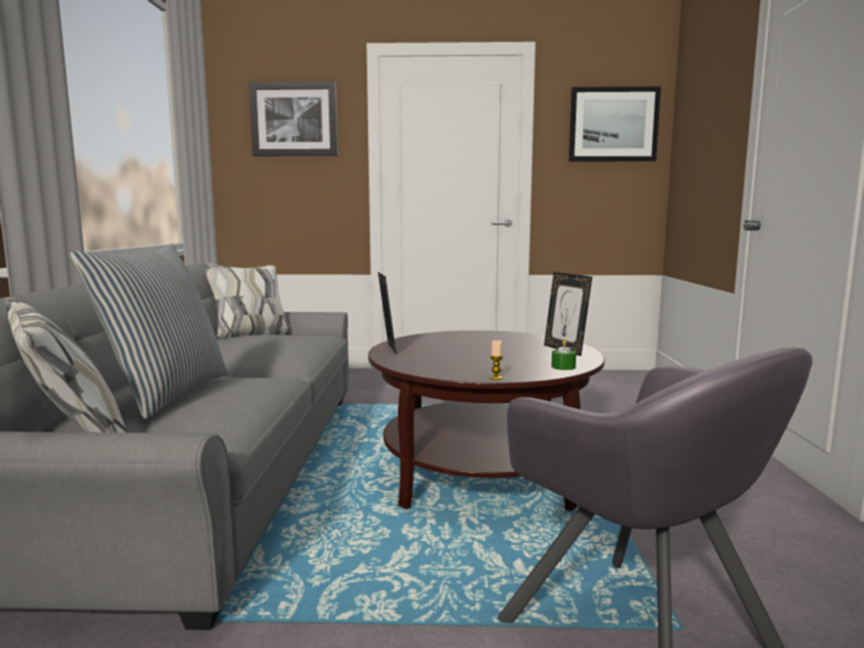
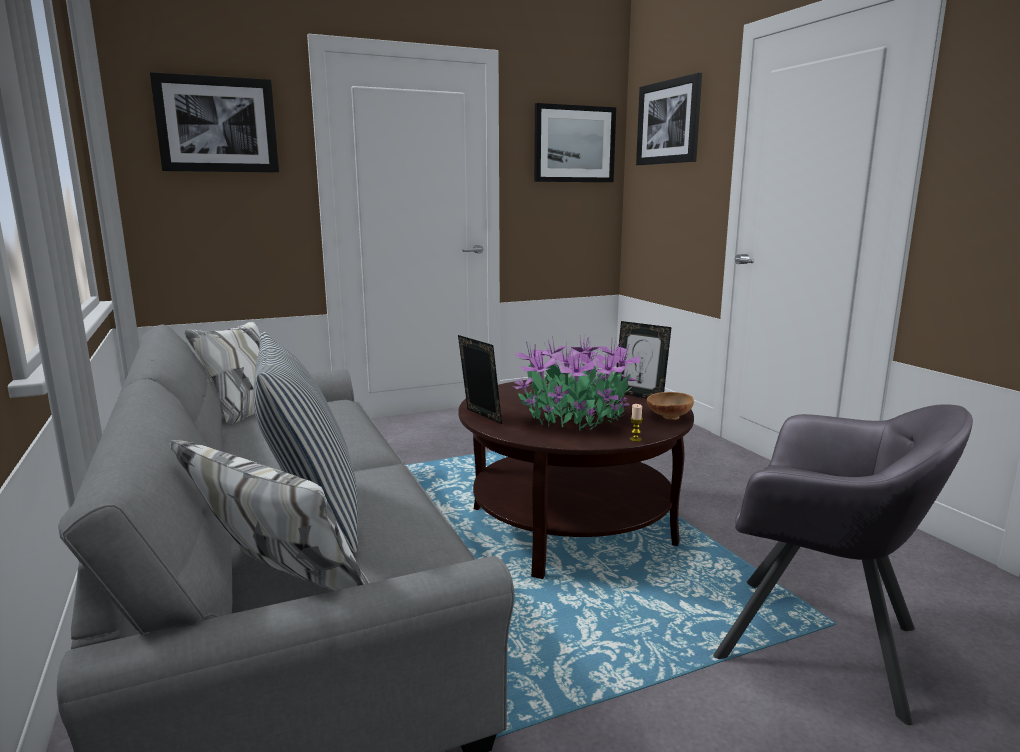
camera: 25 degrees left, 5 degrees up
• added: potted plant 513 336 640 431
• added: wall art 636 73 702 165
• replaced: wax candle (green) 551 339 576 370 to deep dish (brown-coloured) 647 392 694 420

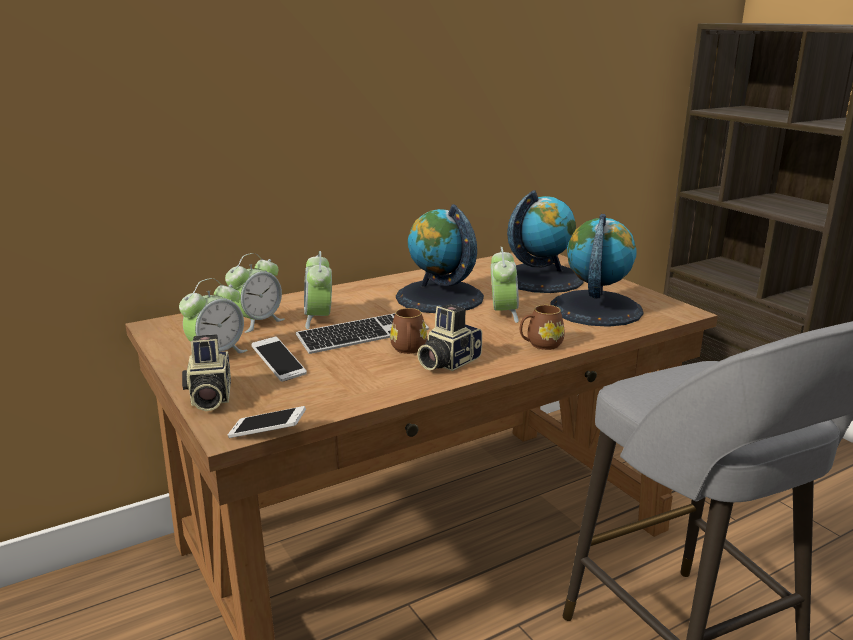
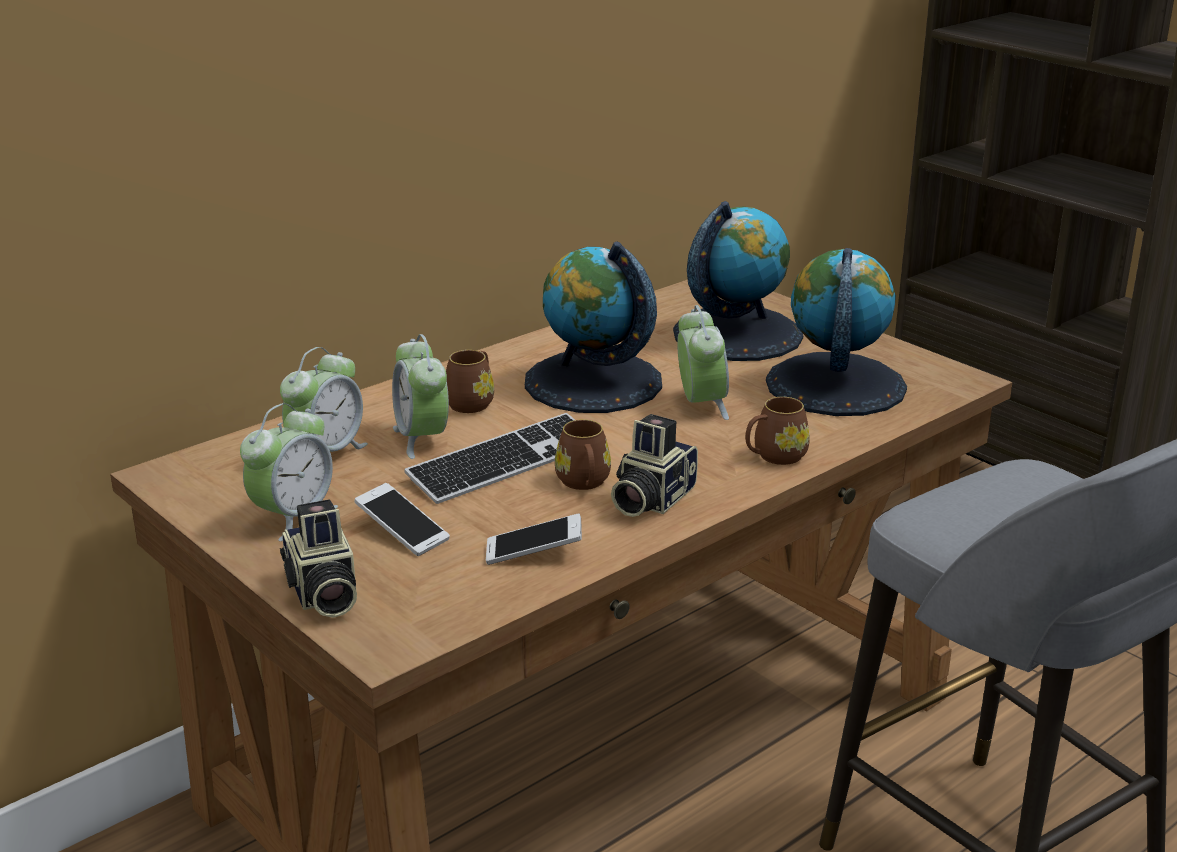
camera: 10 degrees left, 5 degrees up
• added: mug (brown-coloured) 446 350 494 413
• moved: telephone 228 406 306 438 to 486 514 582 565

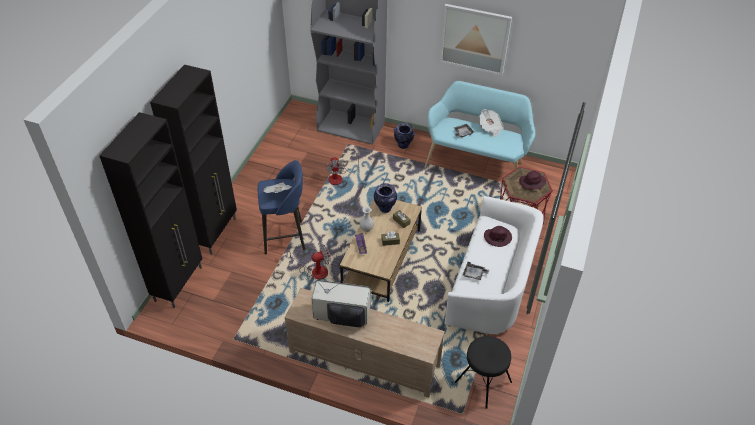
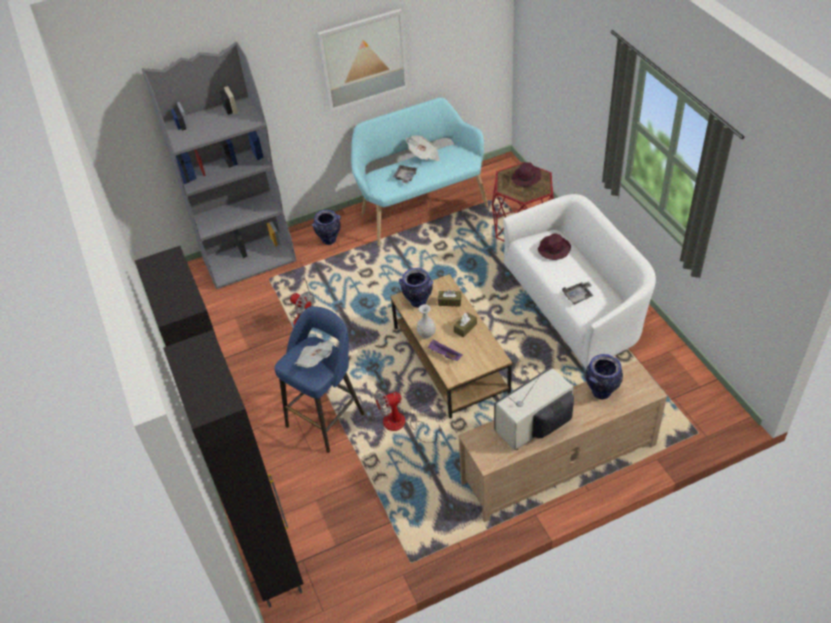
camera: 40 degrees left, 0 degrees up
• turned: cooling fan 286 245 331 279 = 375 389 442 443 135 degrees counterclockwise
• added: decorative vase 585 354 623 399
• removed: stool (black) 455 336 512 409

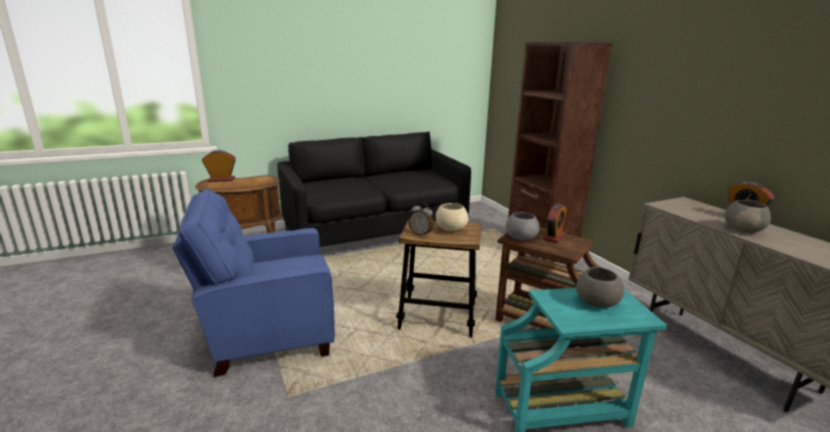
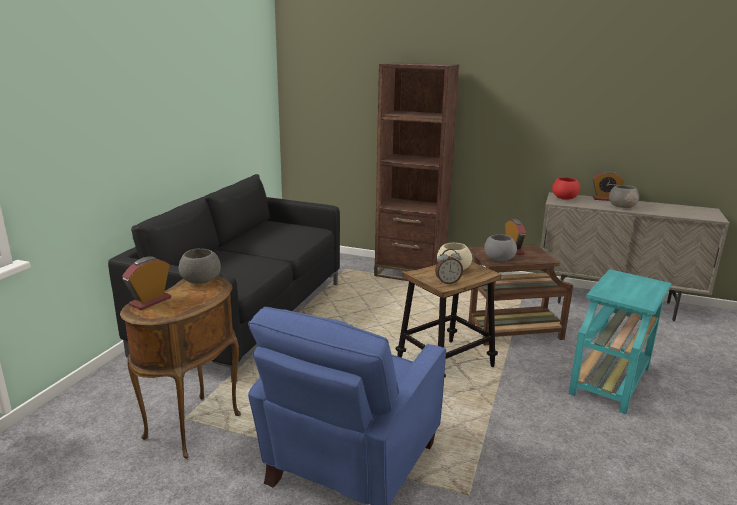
camera: 45 degrees left, 0 degrees up
• moved: deep dish (greyish) 576 267 624 308 to 179 249 221 284
• added: deep dish (red) 552 177 580 200

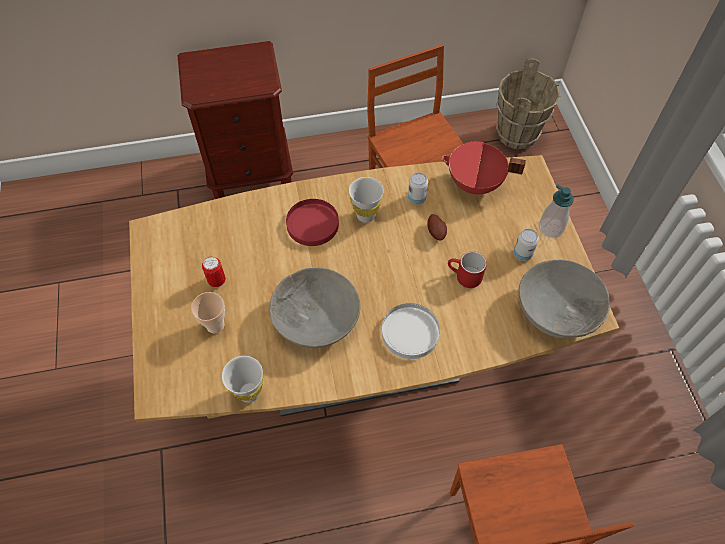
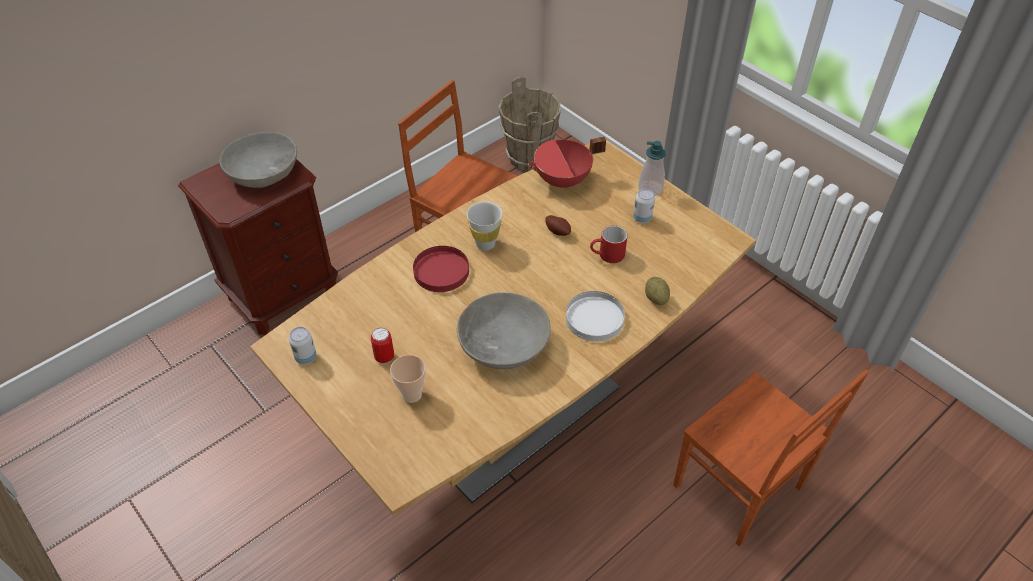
camera: 30 degrees left, 10 degrees down
• moved: deep dish (greyish) 518 260 610 338 to 220 132 297 188
• moved: sealed can 408 172 428 205 to 289 327 316 364
• added: potato 645 277 670 305
• removed: small cup (white) 222 356 263 403

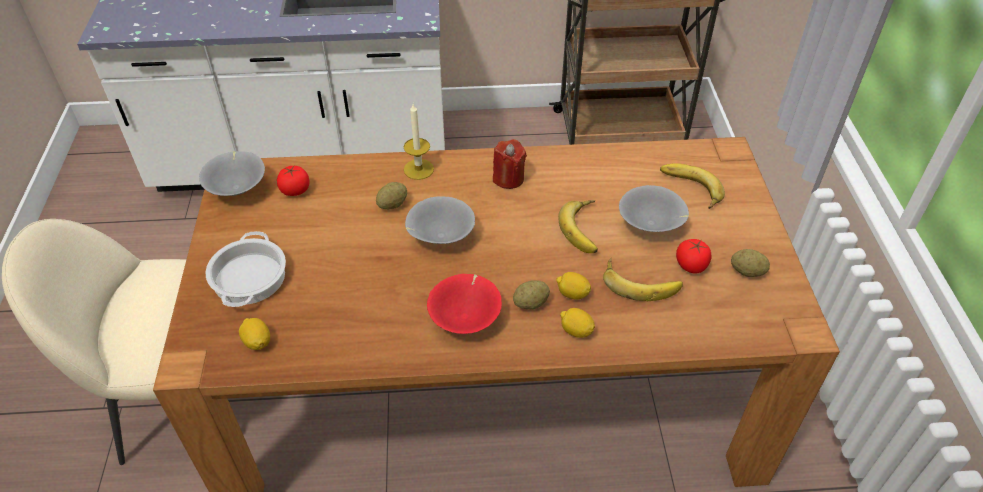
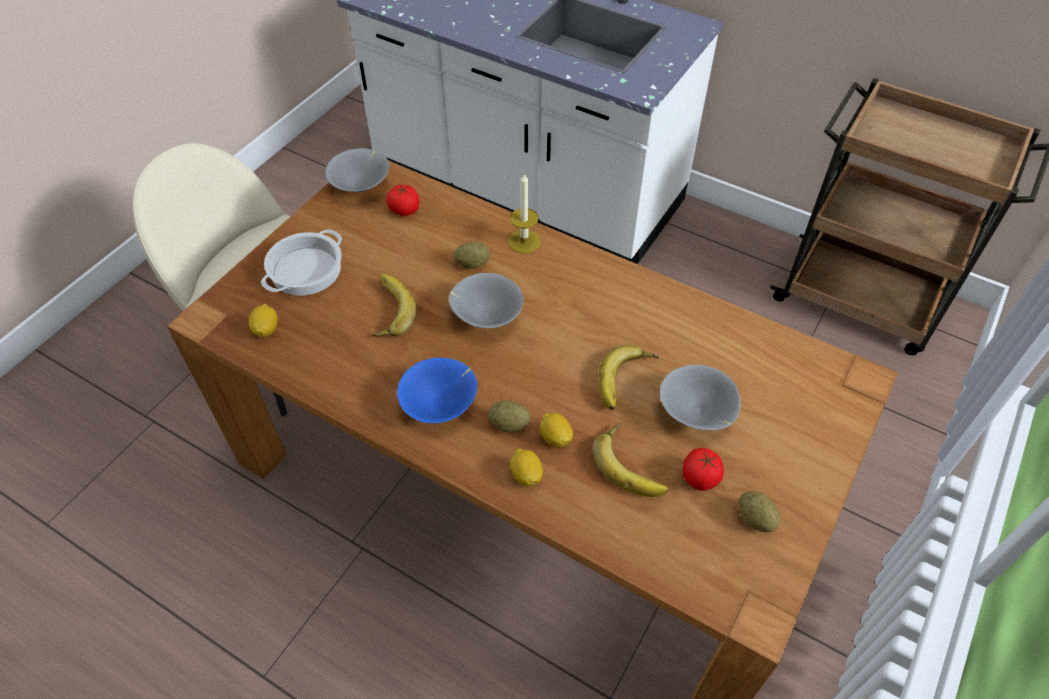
camera: 35 degrees right, 5 degrees up
• moved: whole banana 660 163 725 209 to 373 274 416 337
• recoloured: deep dish (red) 427 274 502 334 to deep dish (blue-coloured) 397 358 477 423
• removed: wax candle (red) 493 139 527 189

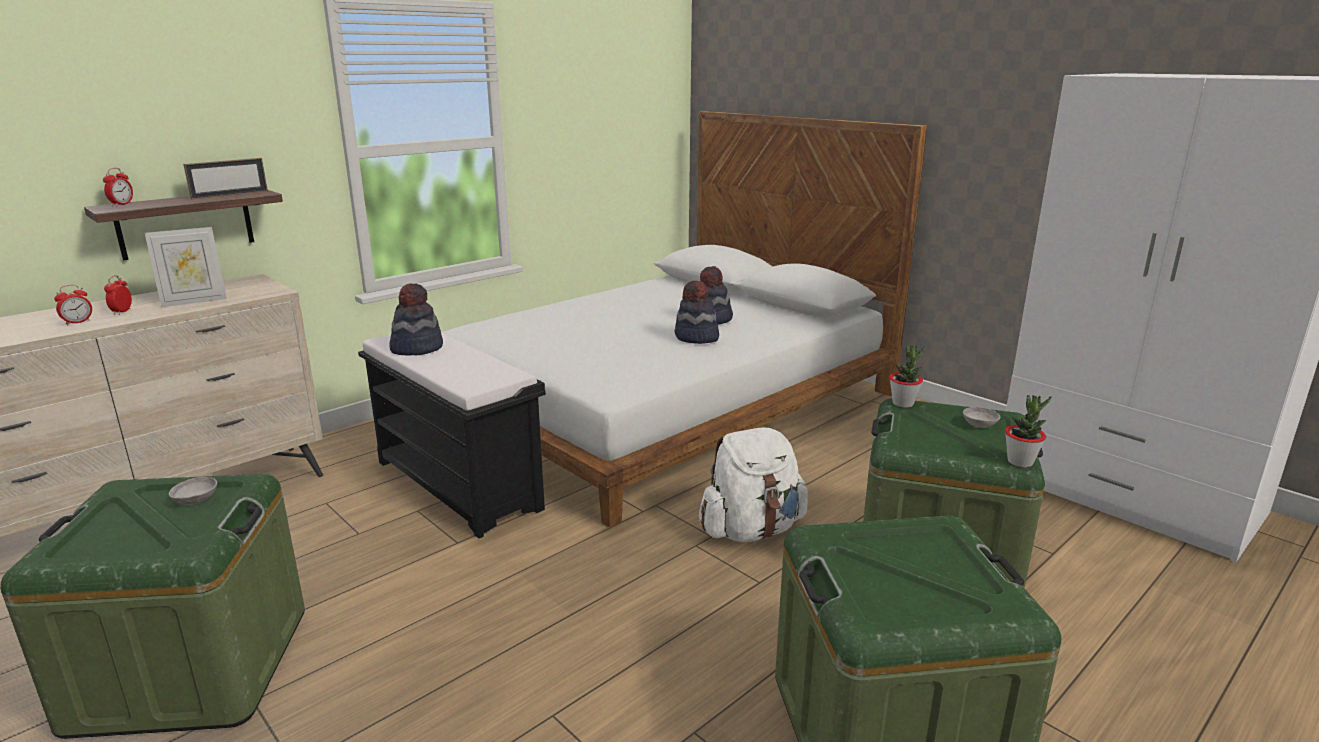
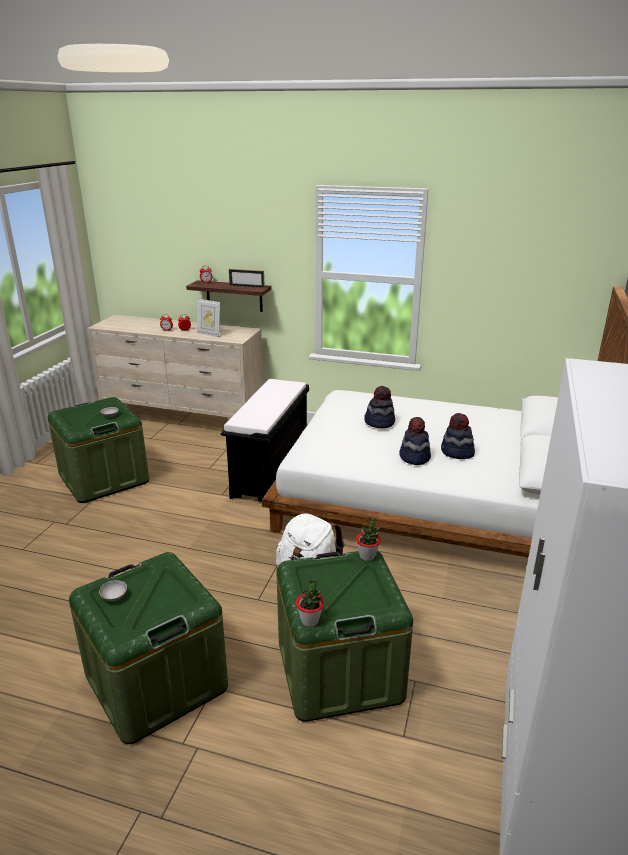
camera: 60 degrees right, 5 degrees up
• moved: deep dish (greyish) 963 407 1000 428 to 99 580 127 601
• moved: wearable hat 389 283 443 355 to 364 386 395 428

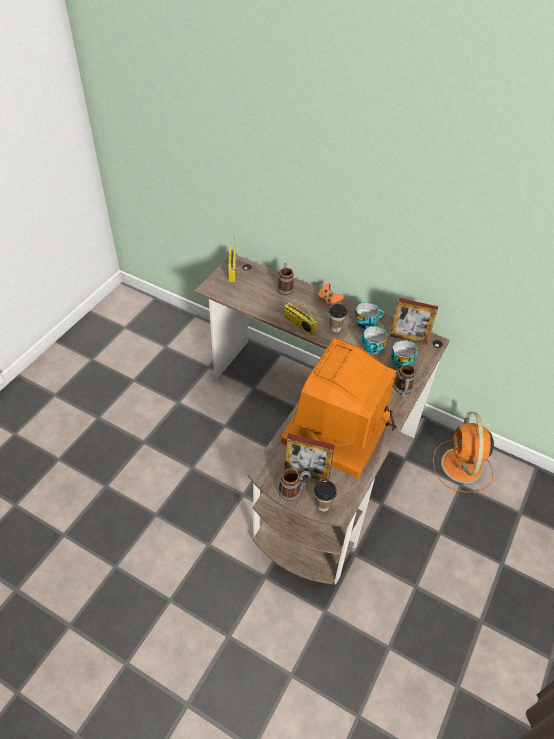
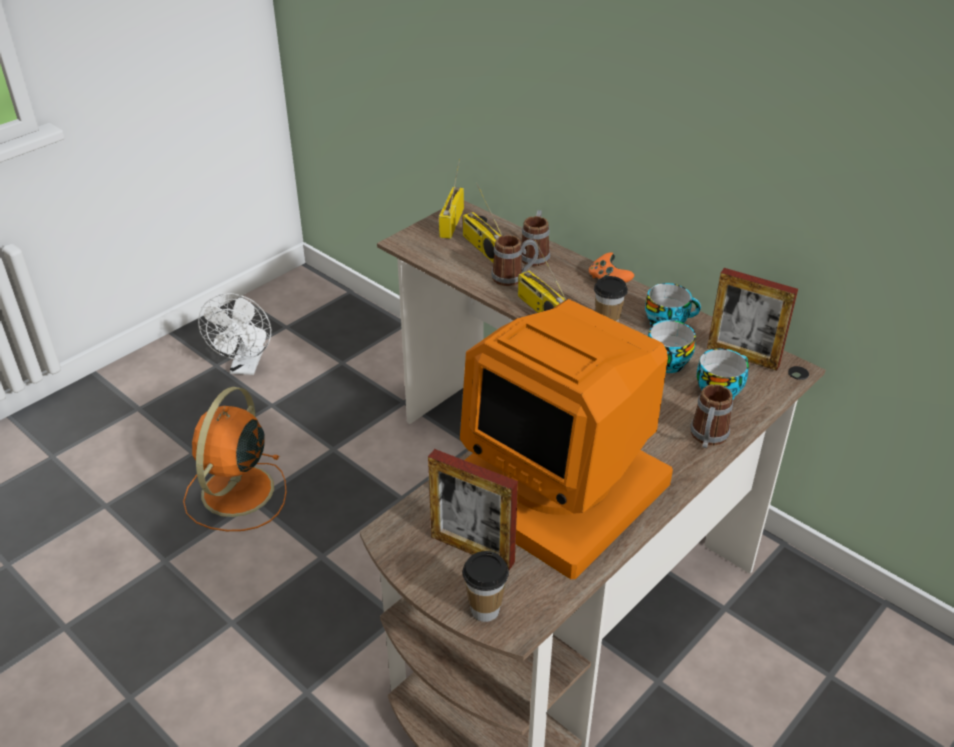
camera: 15 degrees right, 10 degrees down
• moved: cooling fan (orange-coloured) 433 412 494 492 to 183 387 287 531
• added: cooling fan (white) 198 293 271 375
• turned: computer display 281 338 397 478 = 460 299 673 579 90 degrees counterclockwise
• added: radio receiver 463 183 502 262
• moved: mug 278 468 311 501 to 491 235 539 286

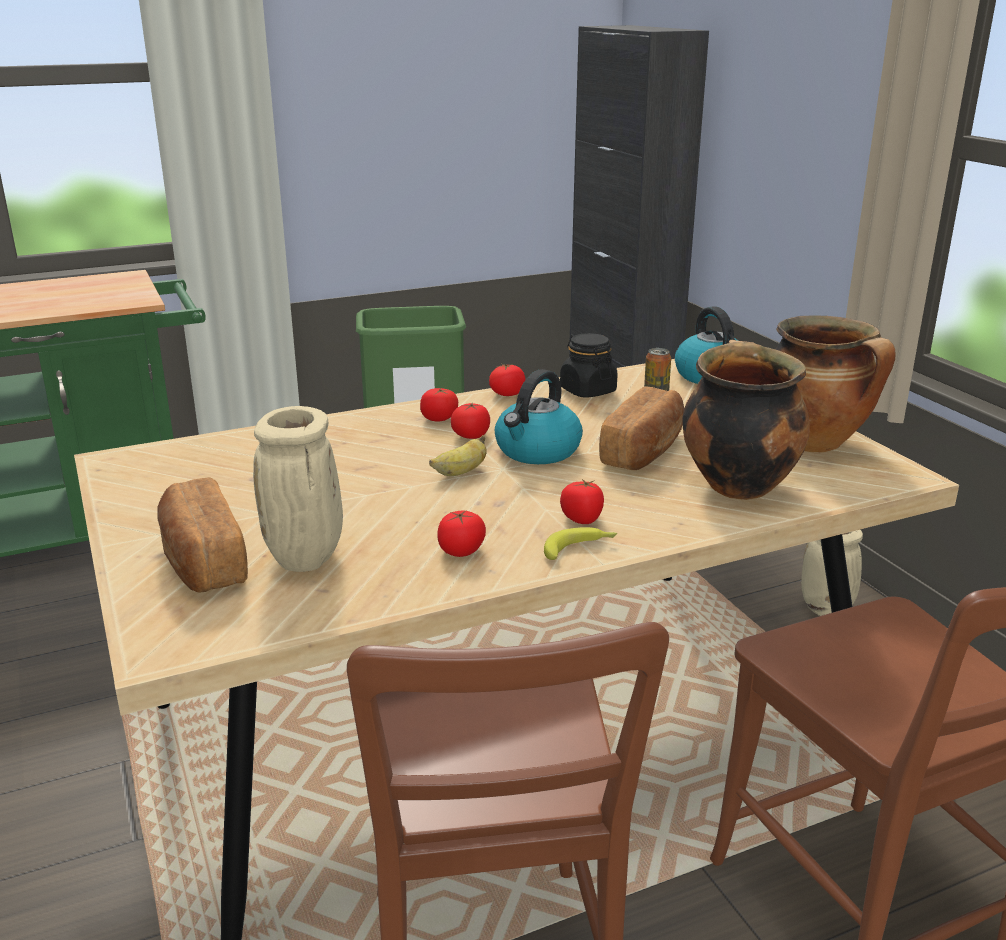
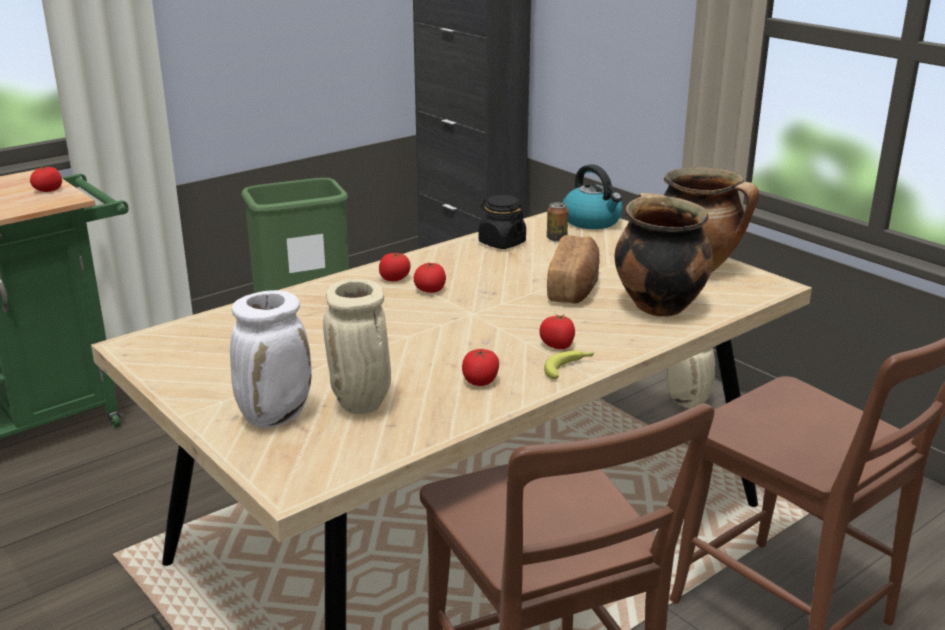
camera: 15 degrees left, 0 degrees up
• moved: tomato 489 363 526 396 to 30 166 62 192
• replaced: baked bread 157 477 248 592 to decorative vase (white) 230 290 312 428
• removed: whole banana 429 435 487 476
• removed: water kettle 495 369 583 464

